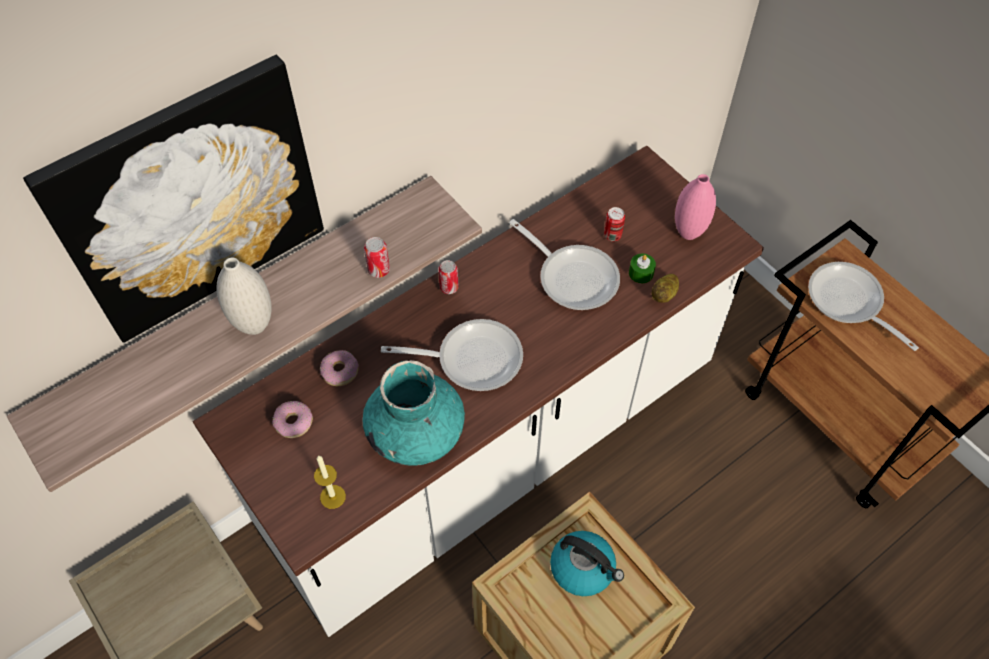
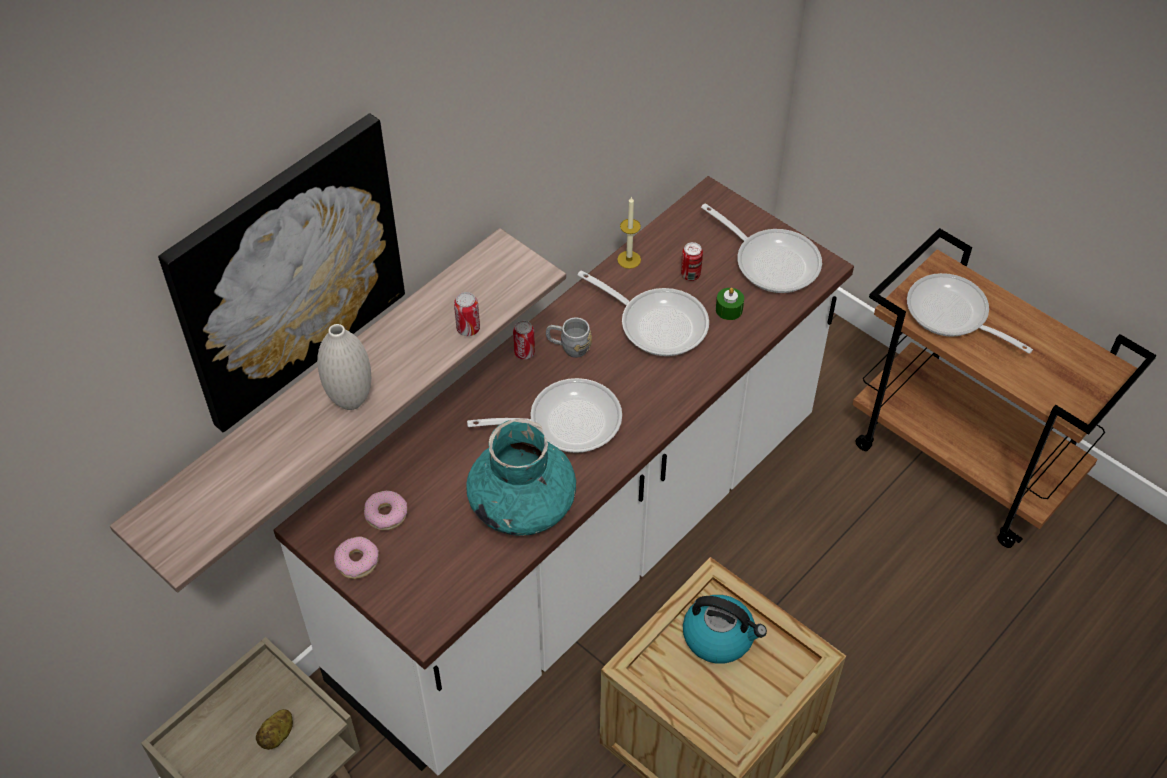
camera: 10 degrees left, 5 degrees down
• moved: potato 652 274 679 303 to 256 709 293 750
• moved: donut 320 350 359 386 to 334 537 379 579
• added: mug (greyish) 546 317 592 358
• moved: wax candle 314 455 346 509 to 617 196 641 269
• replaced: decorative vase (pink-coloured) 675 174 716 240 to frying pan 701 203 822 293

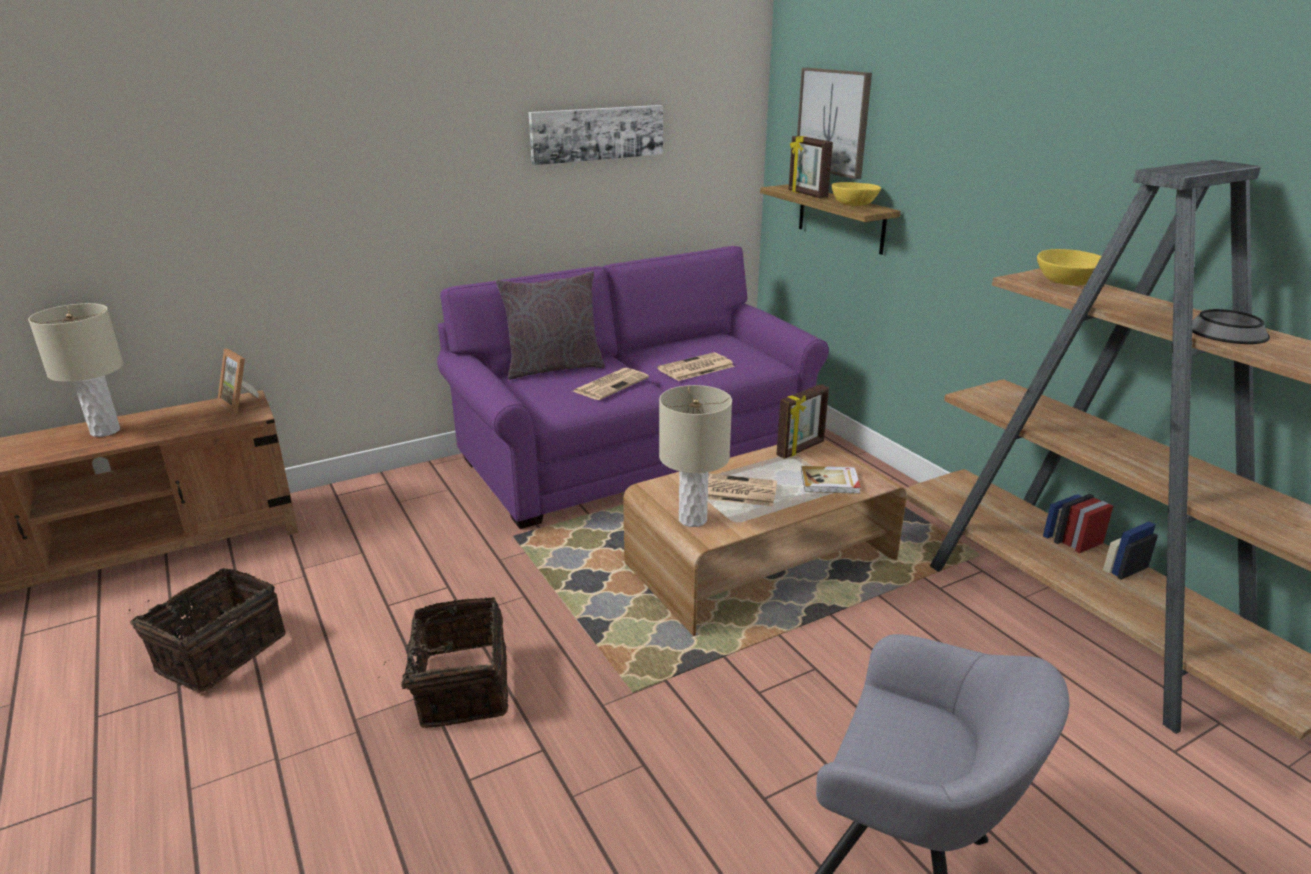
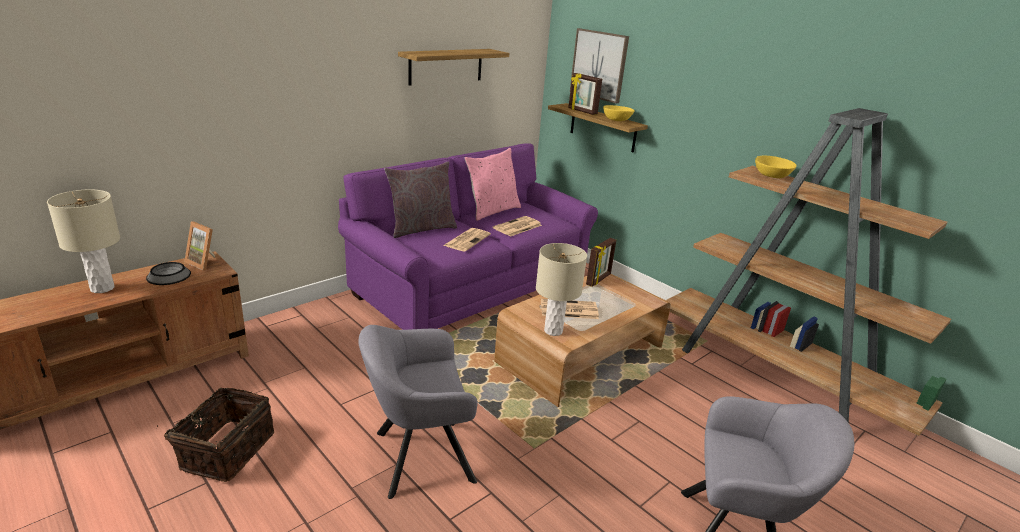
camera: 15 degrees left, 0 degrees up
• moved: deep dish 1192 309 1270 344 to 146 262 191 285
• replaced: household basket 380 597 508 728 to easy chair (greyish) 359 325 478 499
• replaced: wall art 529 105 663 165 to bracket shelf 398 49 509 86
• added: cushion (pink-coloured) 464 148 521 221
• removed: volume 801 466 861 494

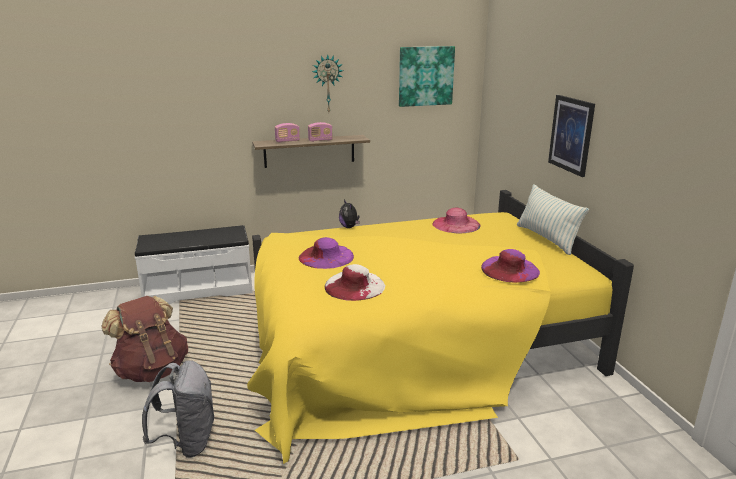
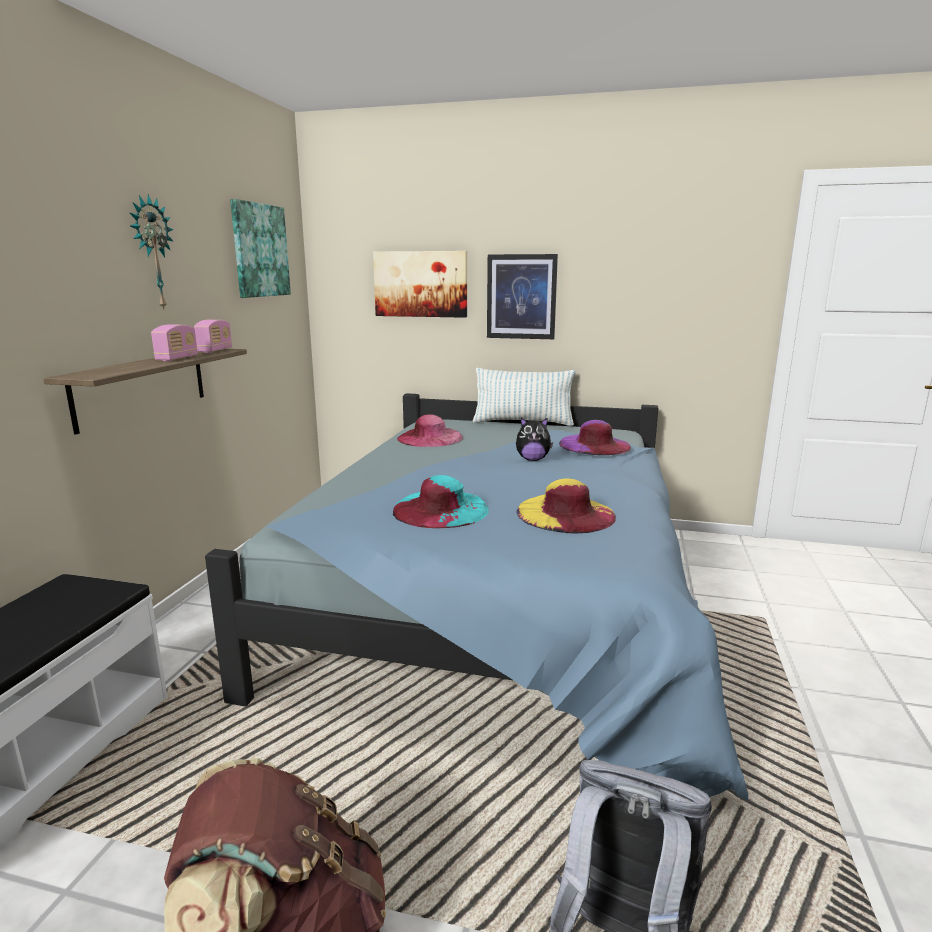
camera: 60 degrees left, 5 degrees down
• moved: radio receiver 275 123 300 143 to 194 320 232 353
• recoloured: bed (yellowish) 247 190 634 464 to bed (blue-coloured) 205 393 749 801
• added: wall art 373 251 467 318
• recoloured: wearable hat (purple-coloured) 298 237 354 269 to wearable hat (turquoise) 393 475 489 528
• moved: cuddly toy 339 200 360 228 to 516 418 553 461
• recoloured: wearable hat (white) 325 264 385 301 to wearable hat (yellowish) 516 478 616 533

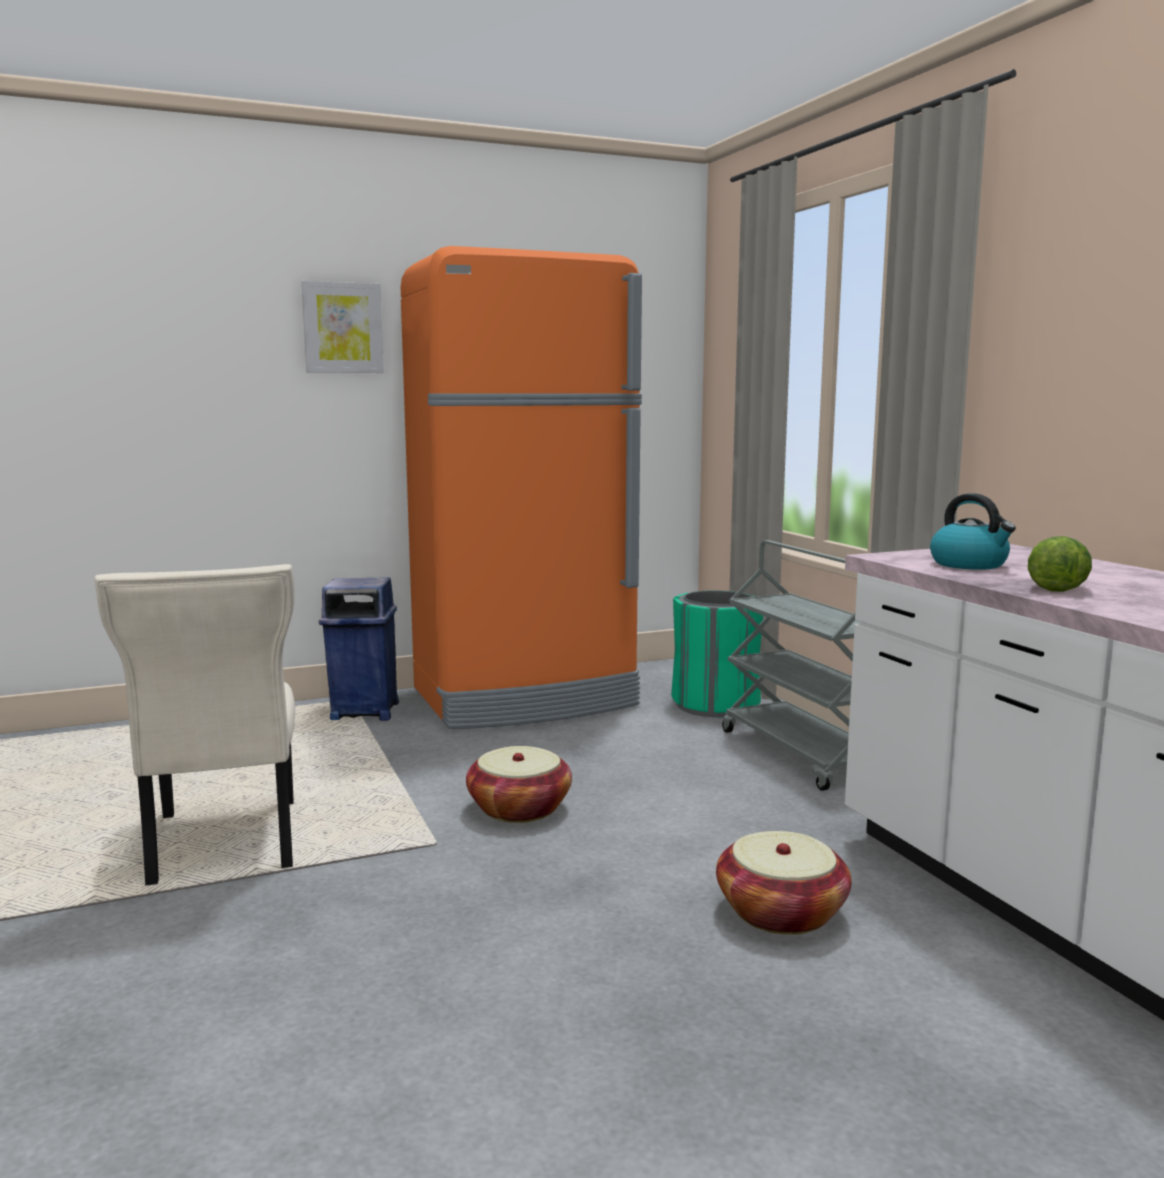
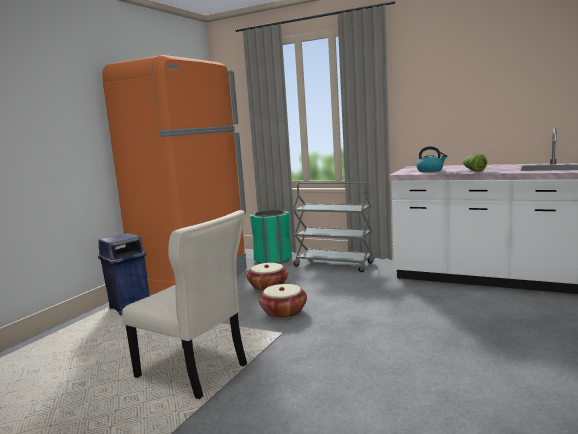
camera: 40 degrees left, 0 degrees up
• moved: household basket 716 831 852 935 to 247 263 288 291
• removed: wall art 302 281 384 373

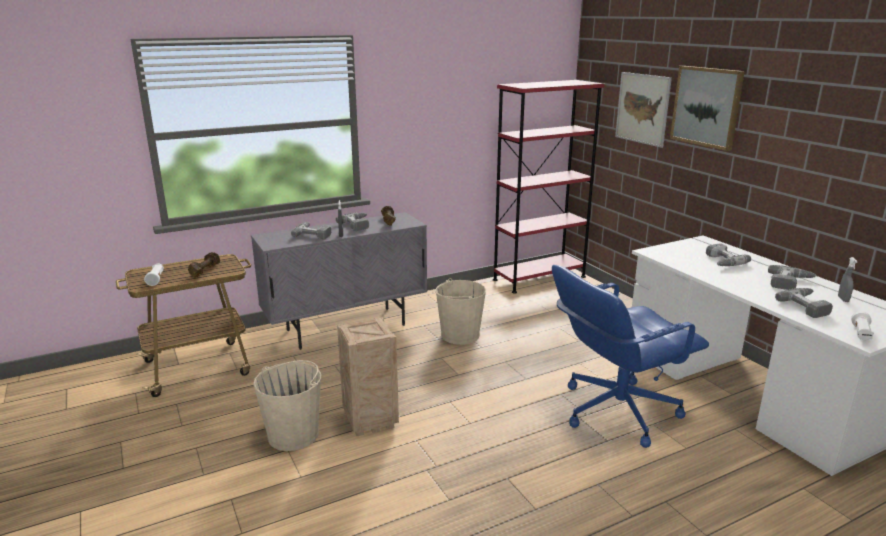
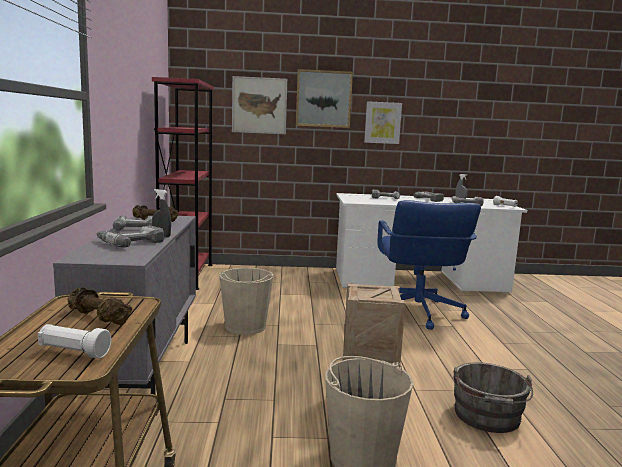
camera: 65 degrees left, 10 degrees down
• added: wall art 364 101 402 144
• added: pail (greyish) 453 362 533 433

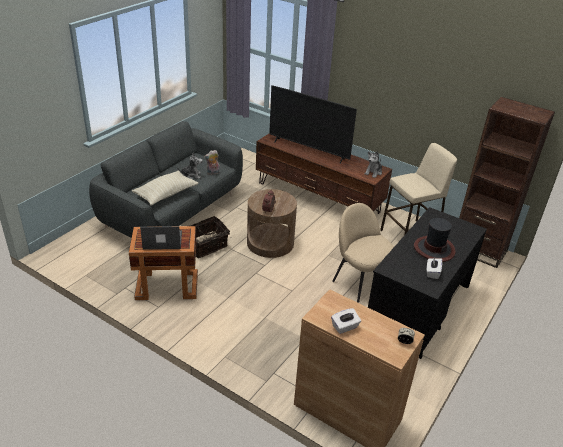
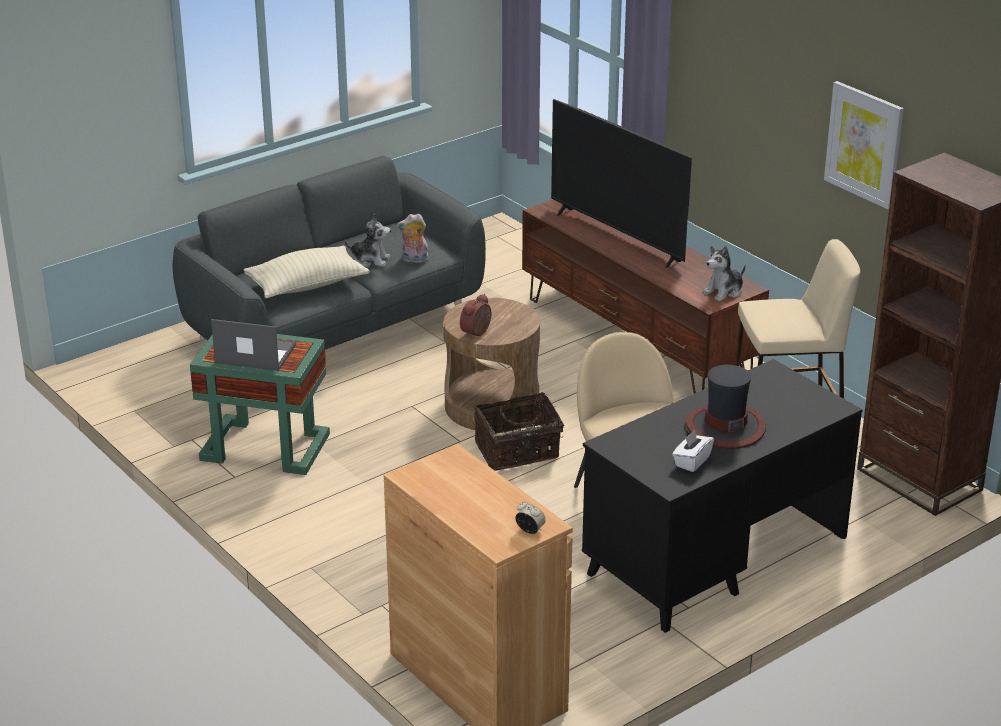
camera: 20 degrees right, 5 degrees down
• recoloured: accent table (orange-coloured) 129 226 198 300 to accent table (green) 190 334 330 475
• moved: household basket 189 216 231 258 to 474 392 564 471
• added: wall art 824 81 904 209
• removed: box of tissues (white) 331 308 361 334

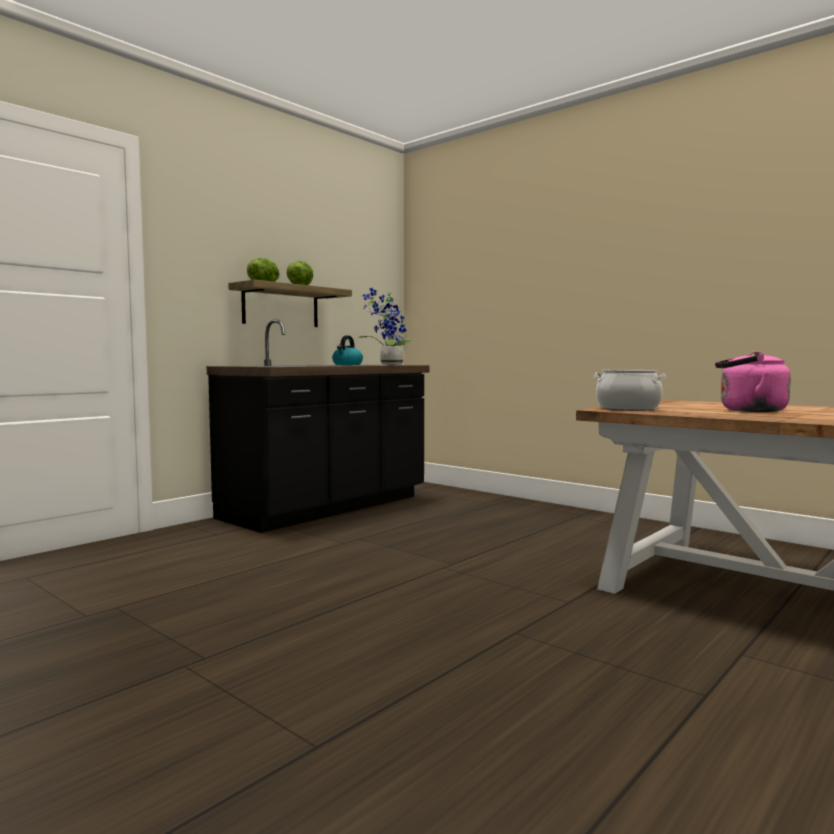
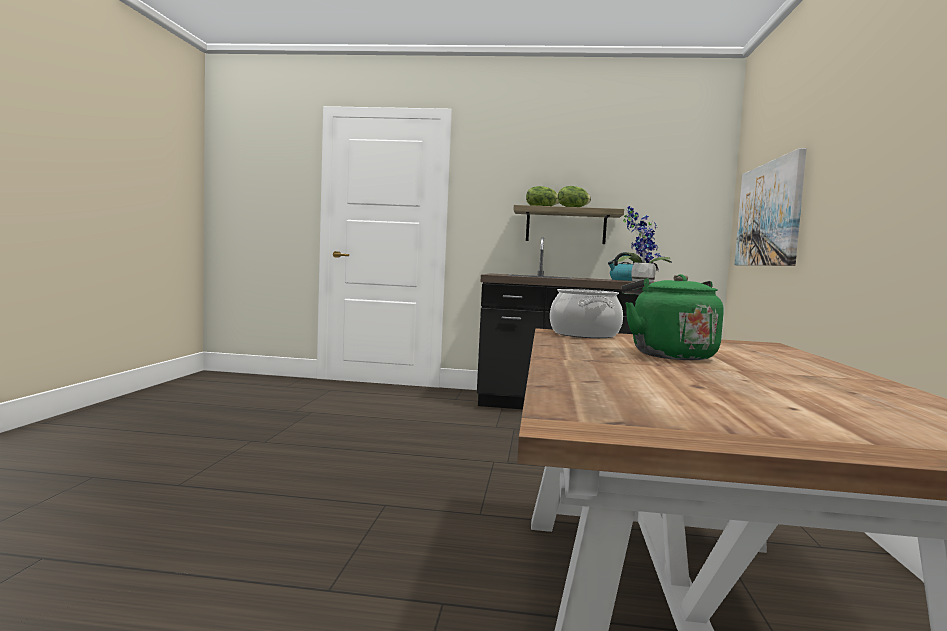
camera: 55 degrees right, 0 degrees up
• recoloured: water kettle (pink-coloured) 715 351 791 412 to water kettle (green) 622 274 724 360
• added: wall art 734 148 807 266

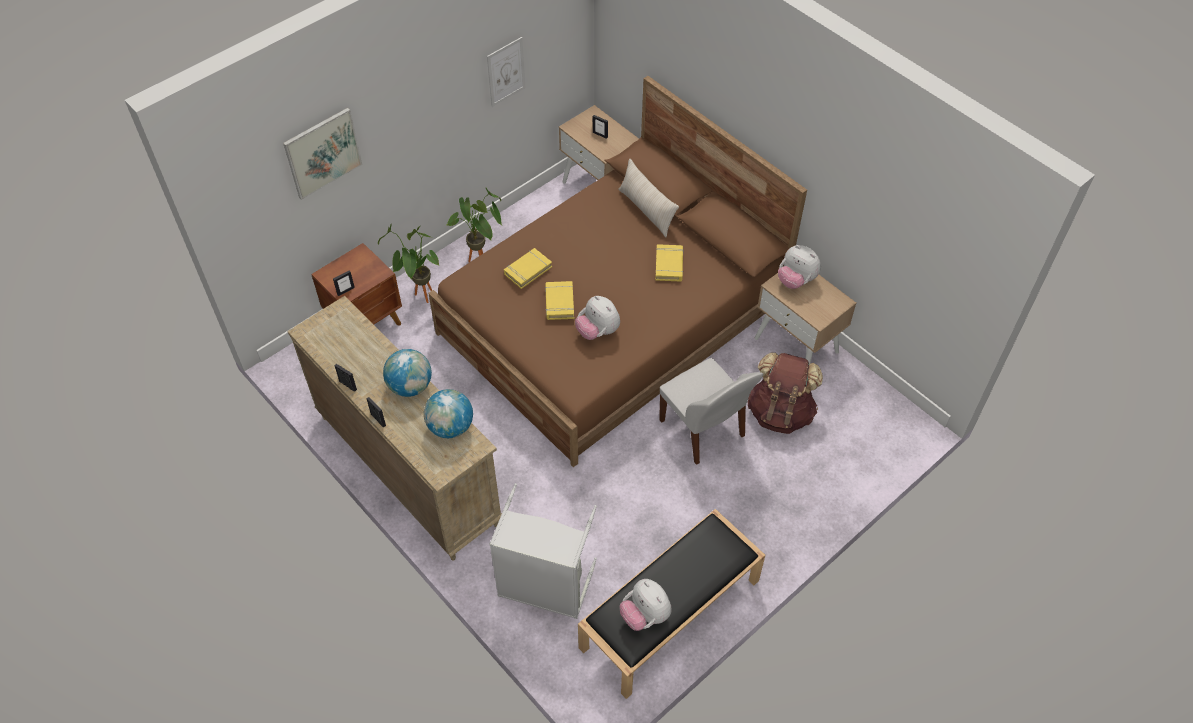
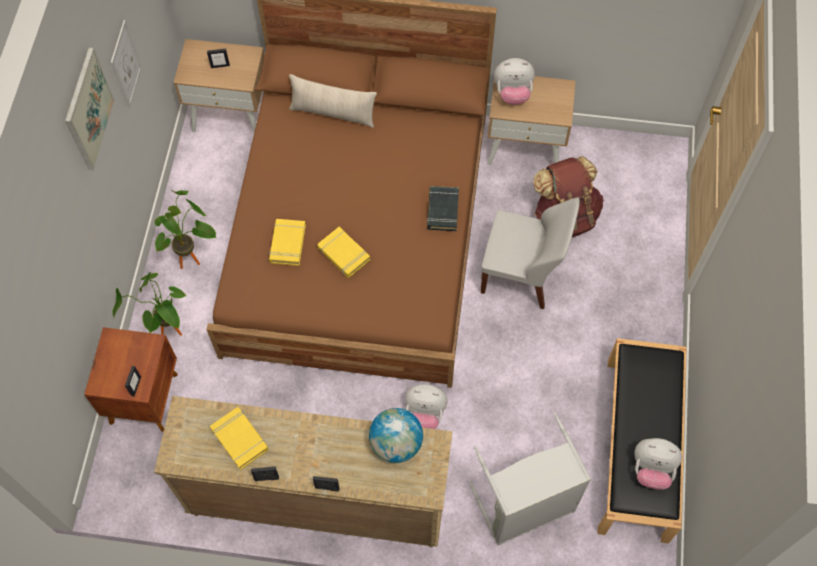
camera: 40 degrees left, 10 degrees up
• moved: wall art 283 108 362 200 to 65 48 115 171
• moved: volume (yellowish) 656 244 683 282 to 210 407 268 470
• moved: cuddly toy 575 296 620 340 to 405 384 447 429
• added: volume (black) 427 186 459 231
• removed: world globe 383 349 432 397

